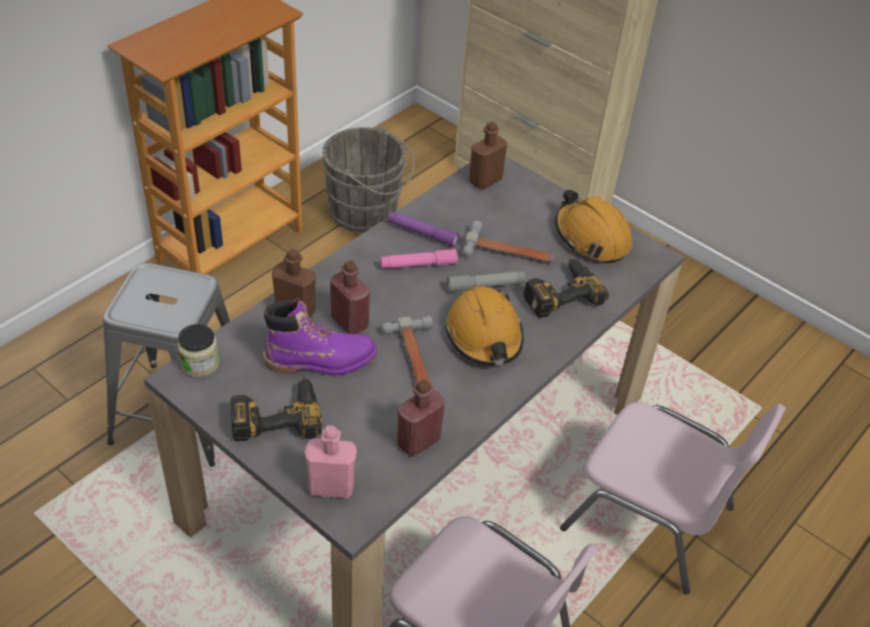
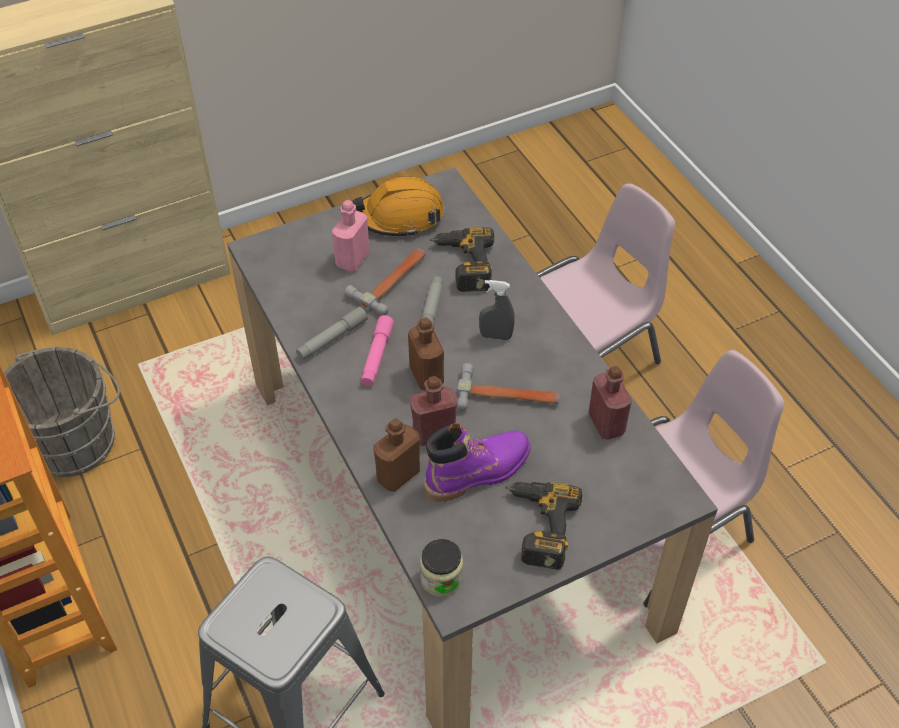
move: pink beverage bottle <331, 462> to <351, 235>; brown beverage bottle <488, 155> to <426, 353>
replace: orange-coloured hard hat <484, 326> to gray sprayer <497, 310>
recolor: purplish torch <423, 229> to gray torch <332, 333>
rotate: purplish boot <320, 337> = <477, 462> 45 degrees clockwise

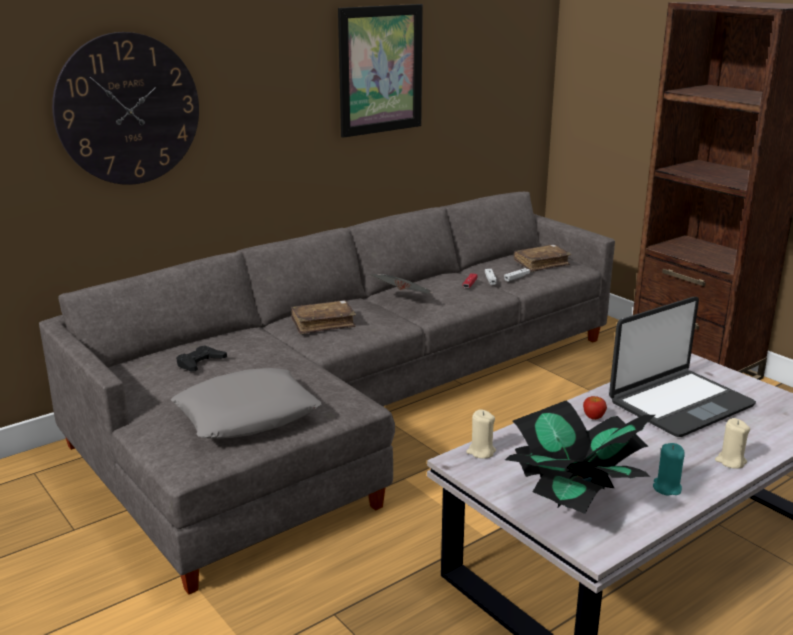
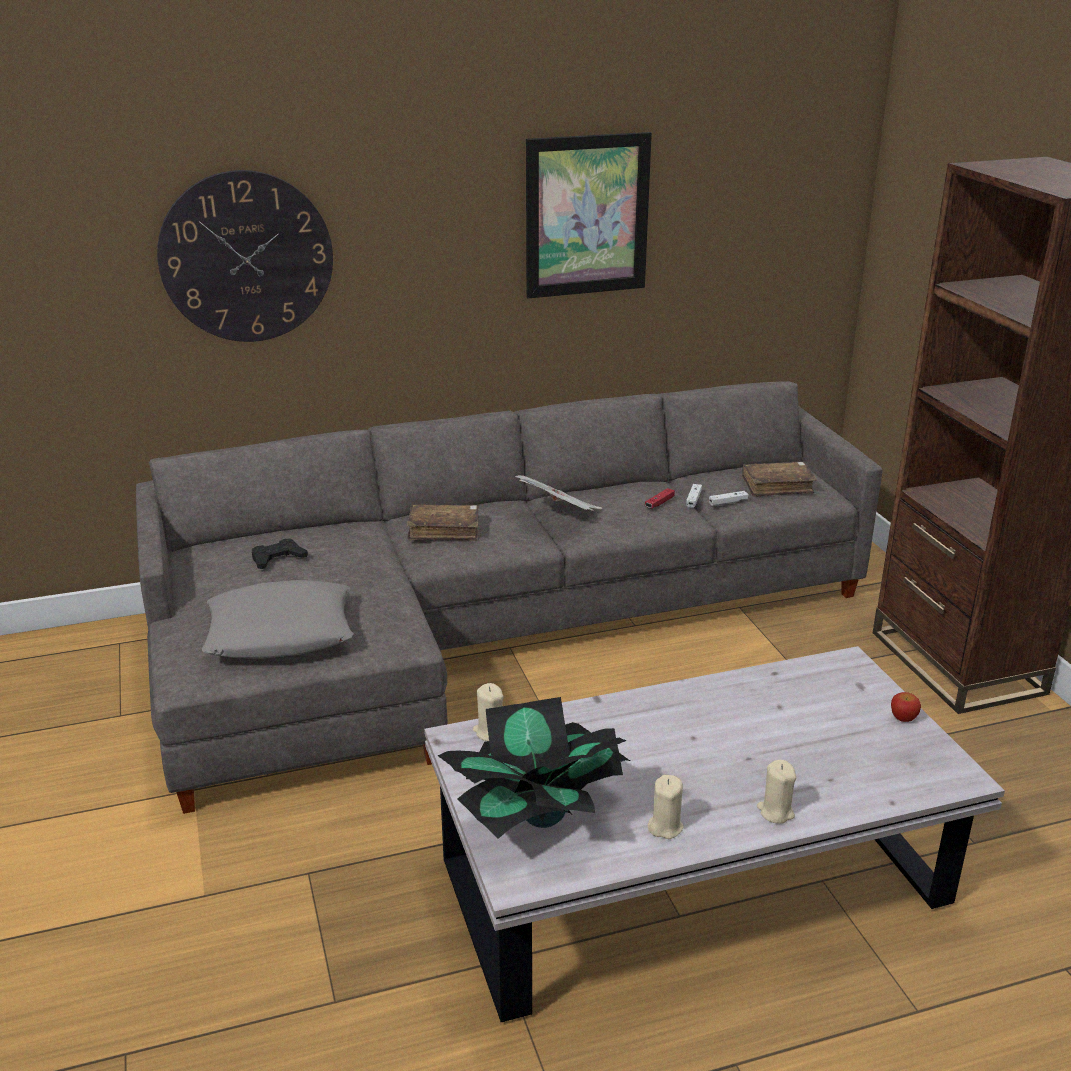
delete: notebook computer <682, 367>
move: whole apple <595, 408> to <906, 707>
recolor: blue-green wax candle <669, 469> to beige wax candle <665, 807>

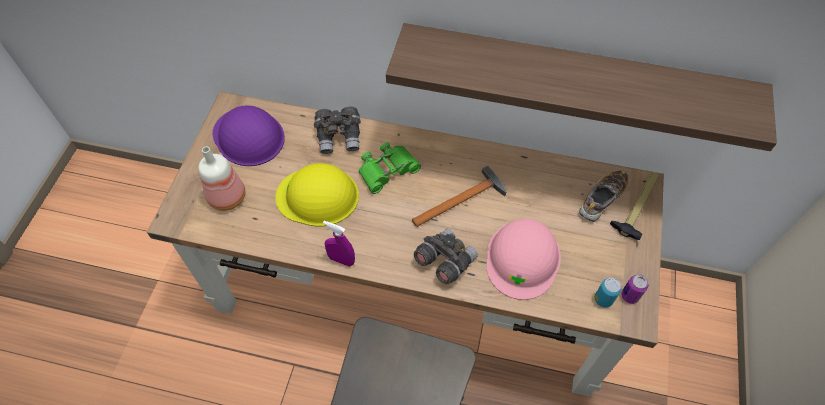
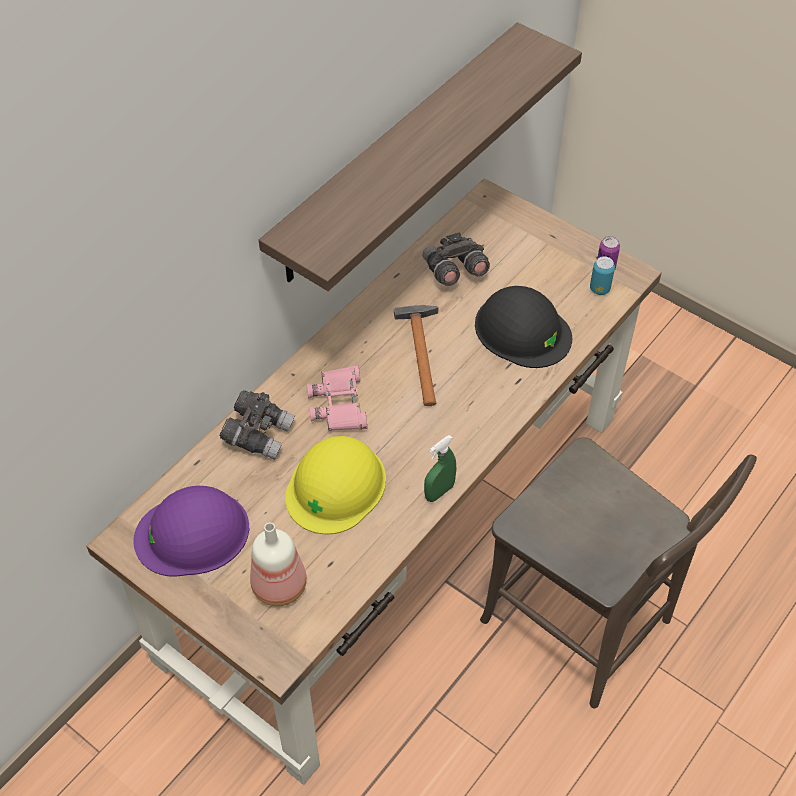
delete: low shoe <604, 196>; hammer <634, 206>
move: gray binoculars <446, 256> to <456, 259>
recolor: purplish sprayer <339, 244> to green sprayer <440, 468>; green binoculars <390, 168> to pink binoculars <337, 398>; pink hard hat <524, 259> to black hard hat <523, 327>

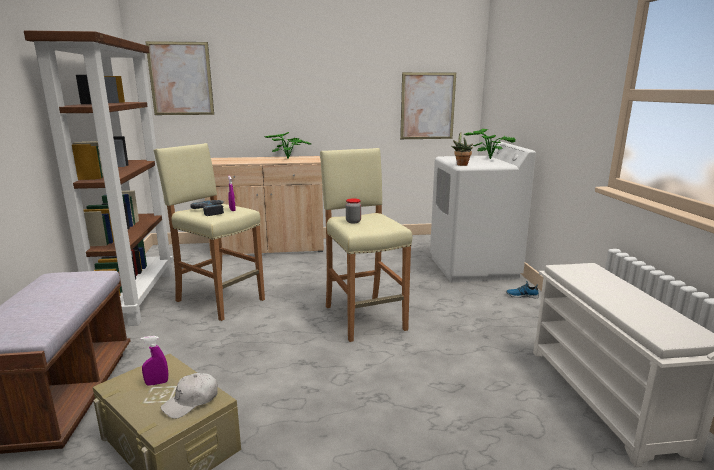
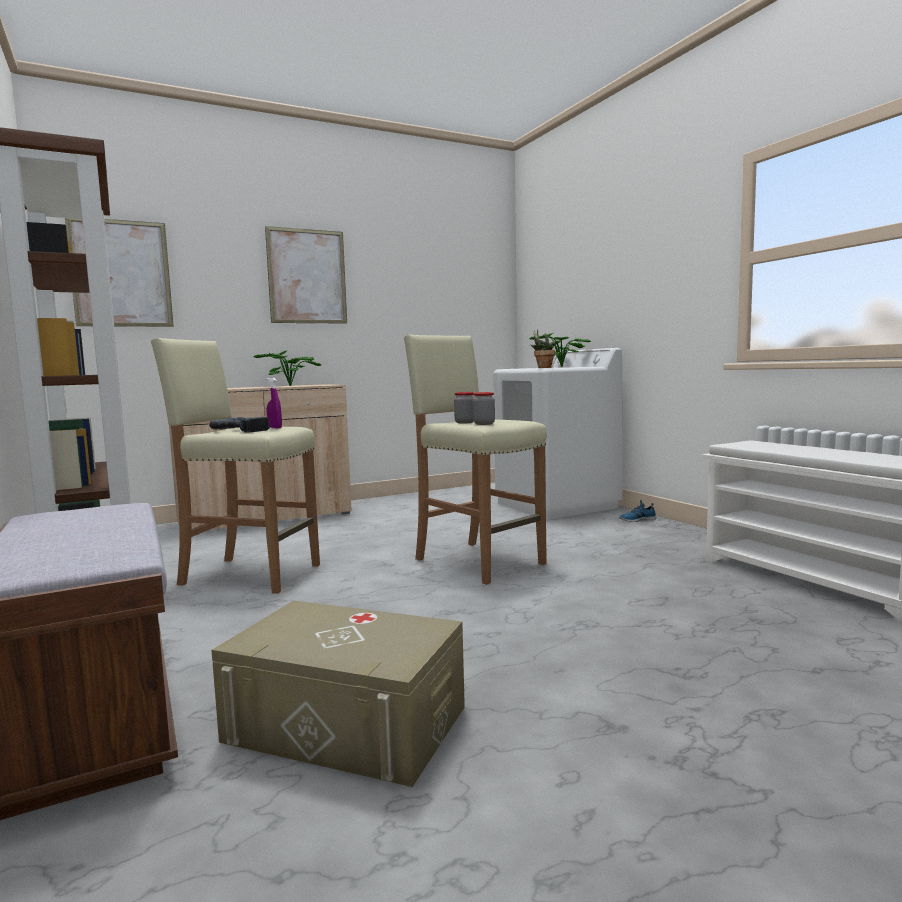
delete: purplish sprayer <154, 361>; whitish baseball cap <189, 396>
insert: preserve jar <484, 408>
move: wall picture <428, 105> to <306, 275>

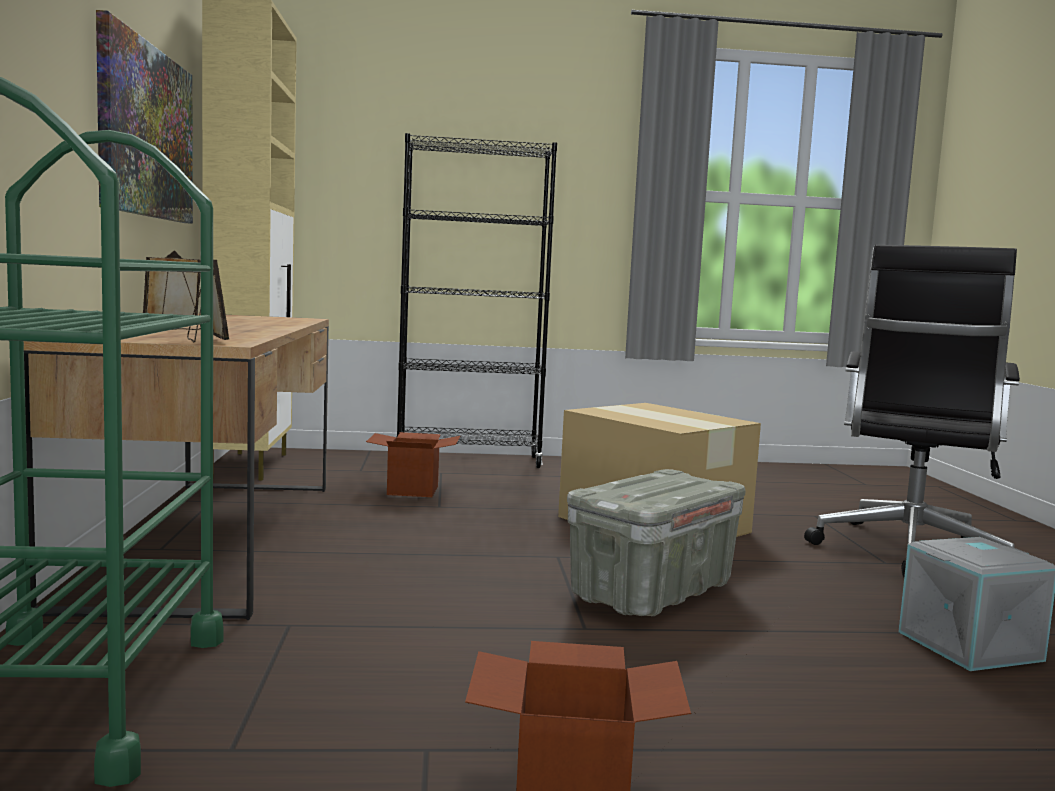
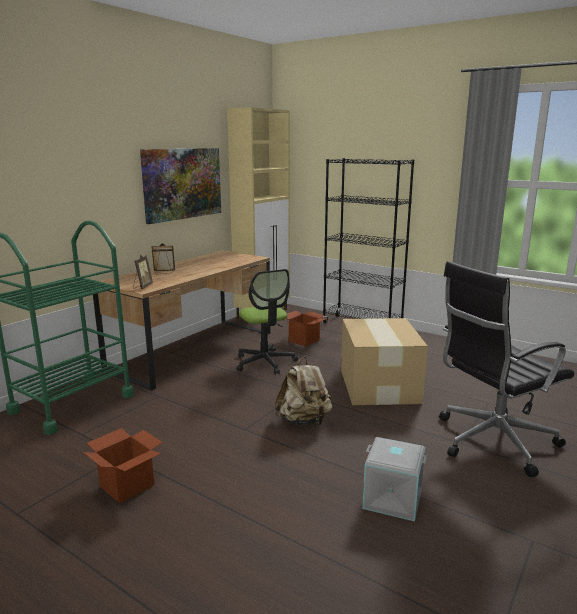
insert: office chair <267, 321>
replace: gray storage box <656, 542> to beige knapsack <303, 391>

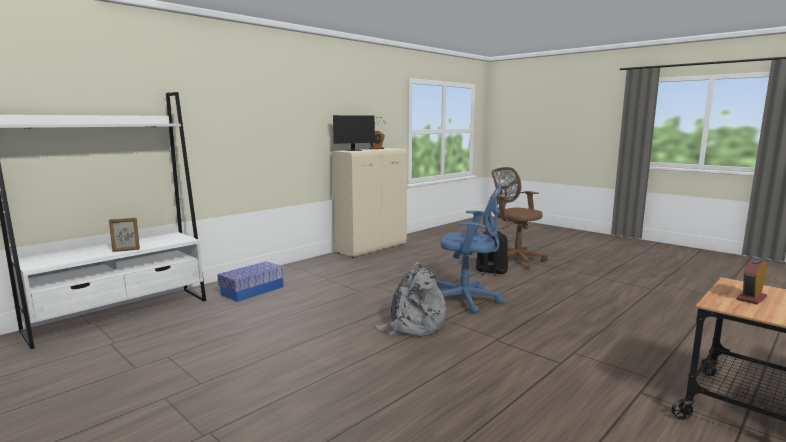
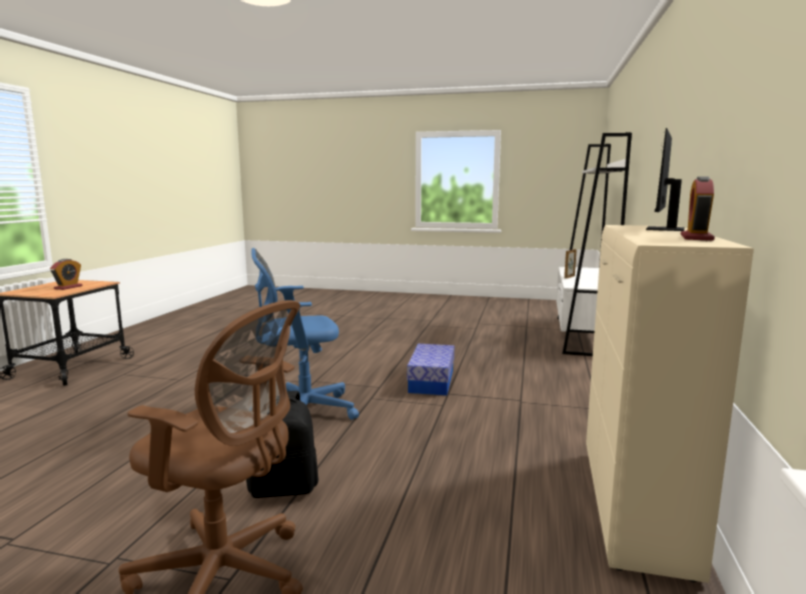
delete: gray knapsack <410, 299>
move: storage box <250, 281> to <430, 369>

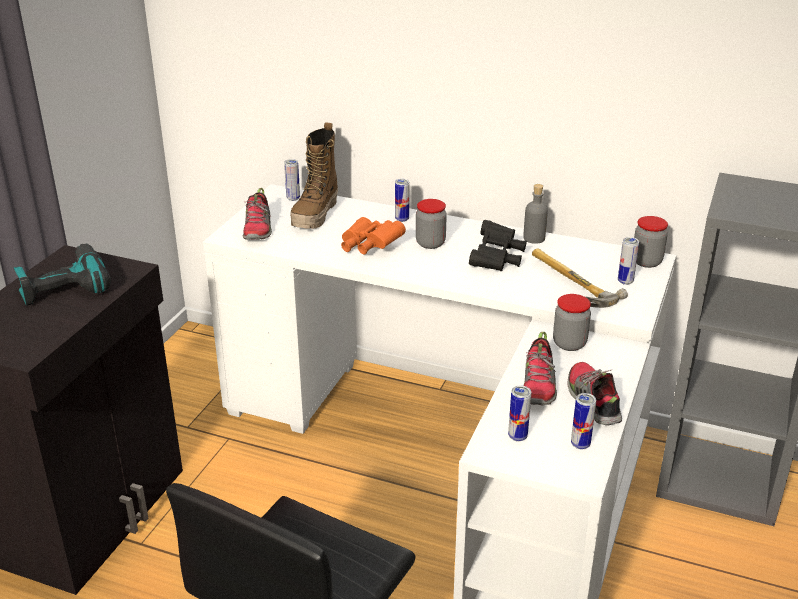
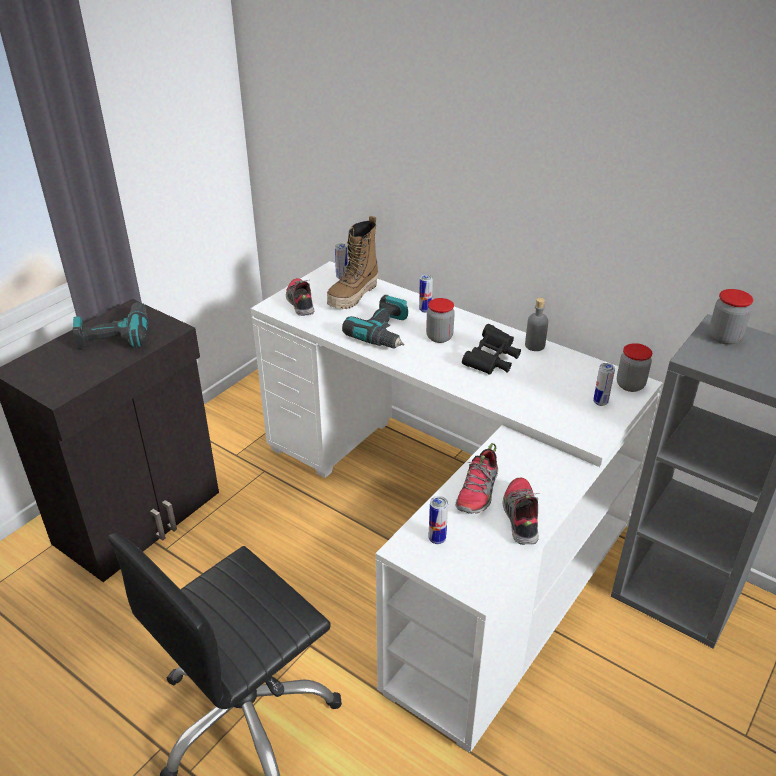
delete: hammer <580, 278>; can <583, 421>
move: preserve jar <572, 322> to <731, 317>
replace: orange-coloured binoculars <373, 235> to power drill <375, 322>
rotate: low shoe <257, 214> = <300, 297> 150 degrees clockwise

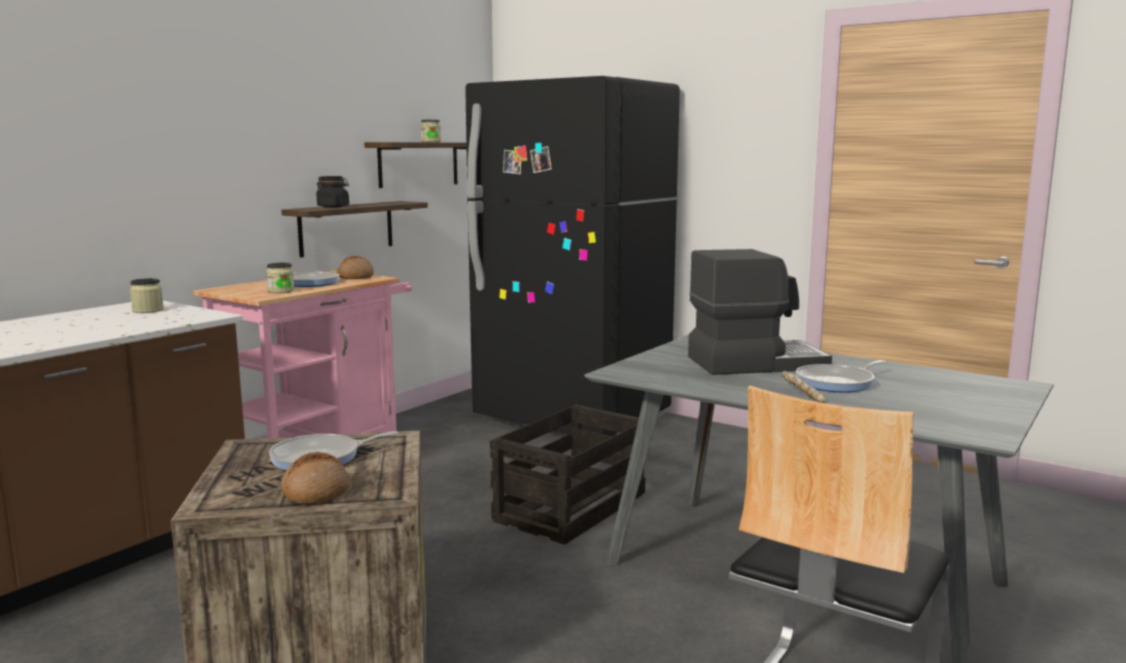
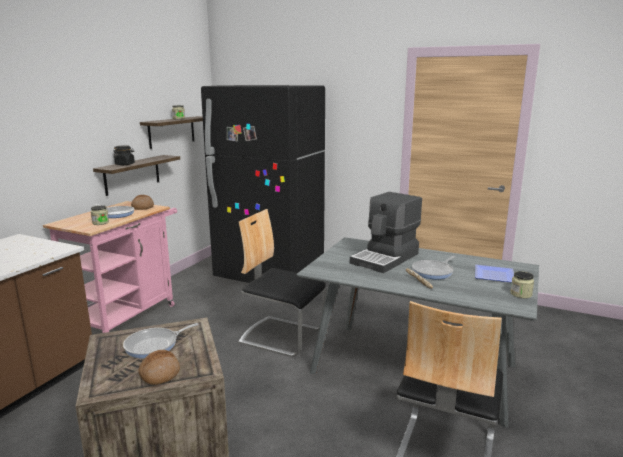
insert: dinner plate <494, 274>
move: preserve jar <147, 295> to <522, 284>
replace: shipping crate <568, 474> to chair <282, 283>
rotate: coffee brewer <760, 312> = <386, 232> 150 degrees clockwise

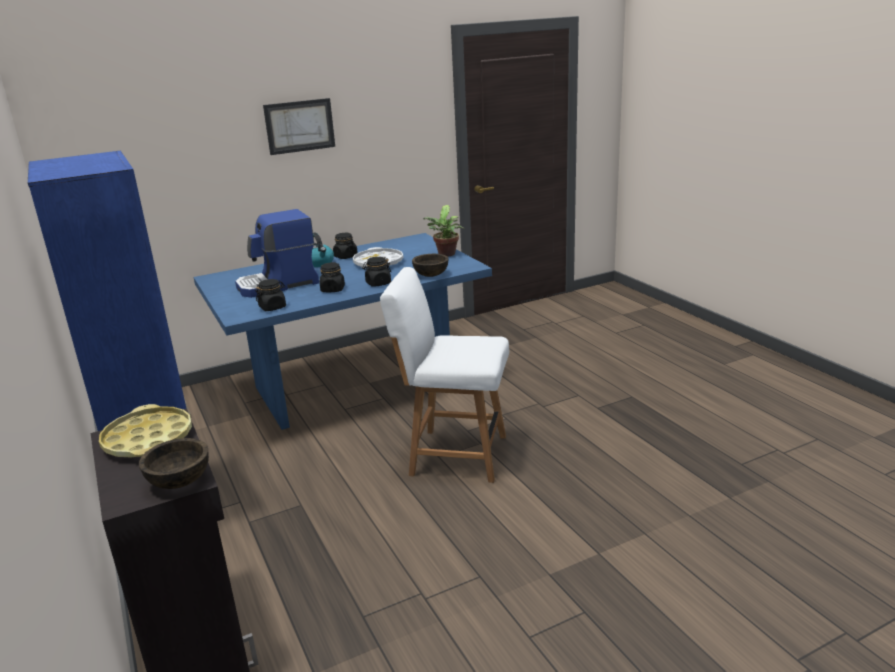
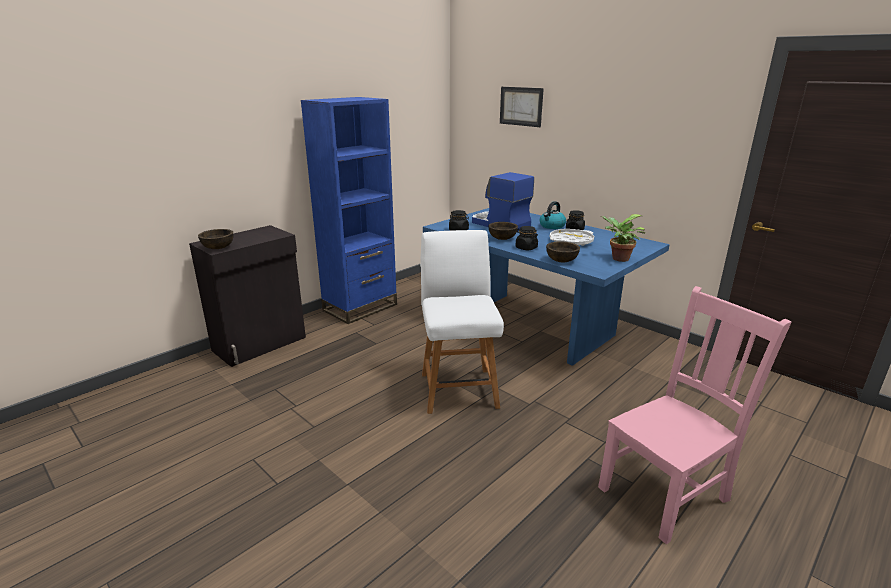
delete: yellow-coloured serving tray <145, 430>
insert: pink chair <694, 415>
move: wall picture <299, 126> to <522, 107>
replace: black preserve jar <332, 277> to brown deep dish <503, 231>

